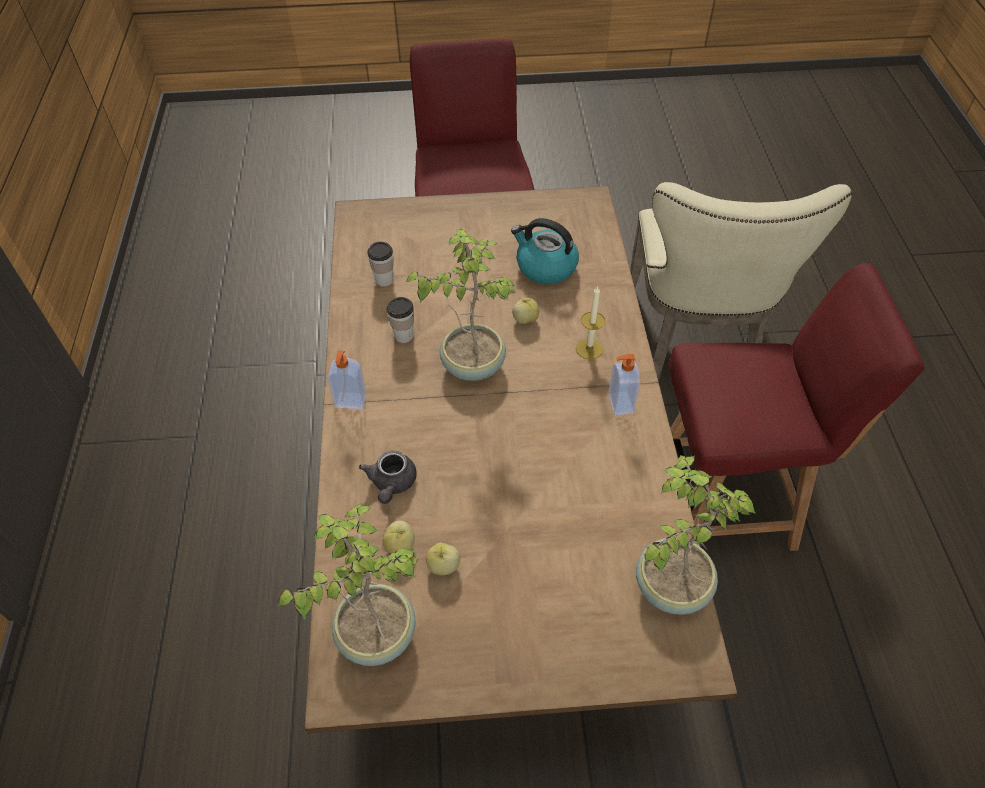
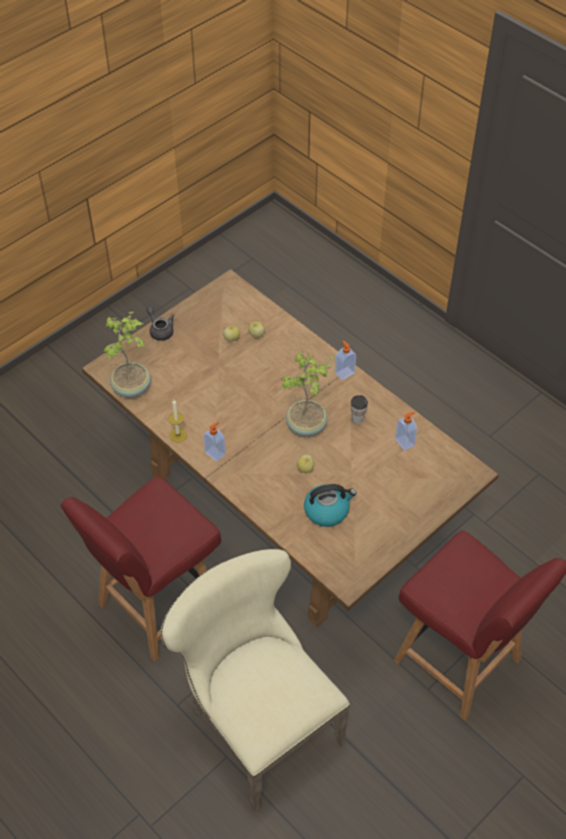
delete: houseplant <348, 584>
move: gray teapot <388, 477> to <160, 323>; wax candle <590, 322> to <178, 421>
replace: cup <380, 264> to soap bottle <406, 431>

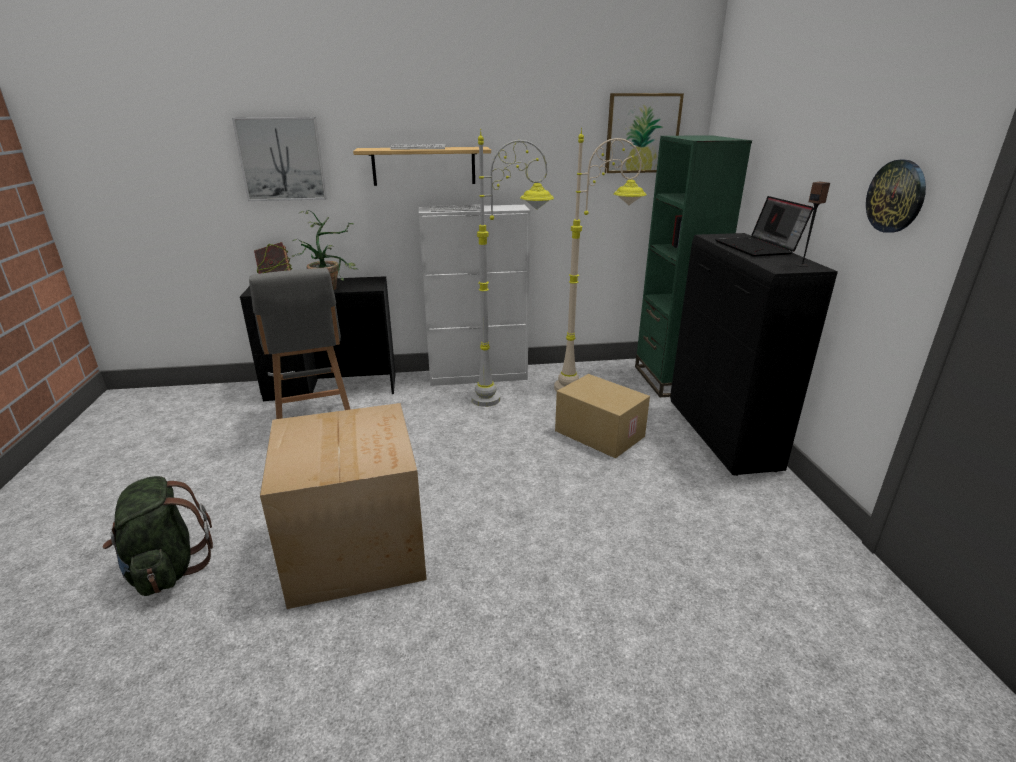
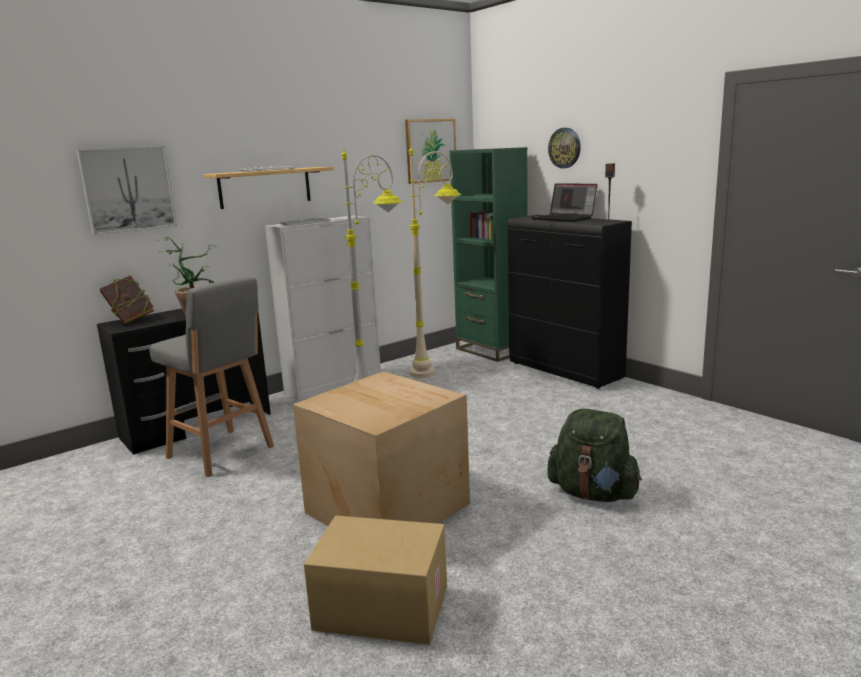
move: green knapsack <157, 536> to <594, 455>; packing box <602, 416> to <375, 580>; wall clock <896, 196> to <564, 148>

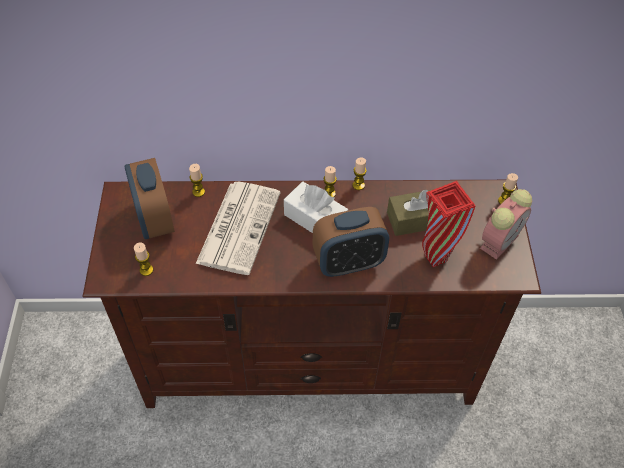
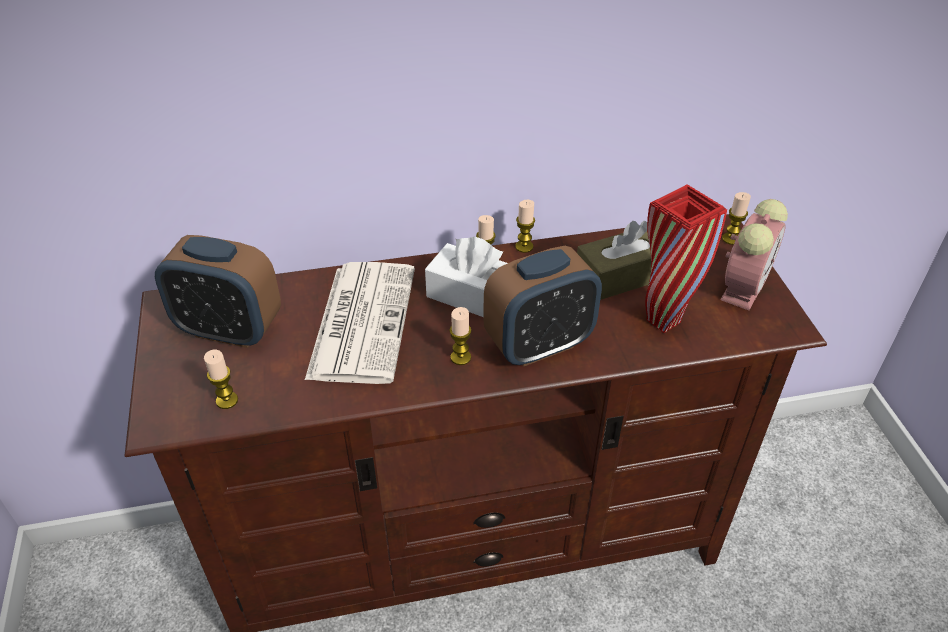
move: wax candle <197, 180> to <460, 336>
rotate: bedside clock <150, 198> = <218, 291> 45 degrees counterclockwise

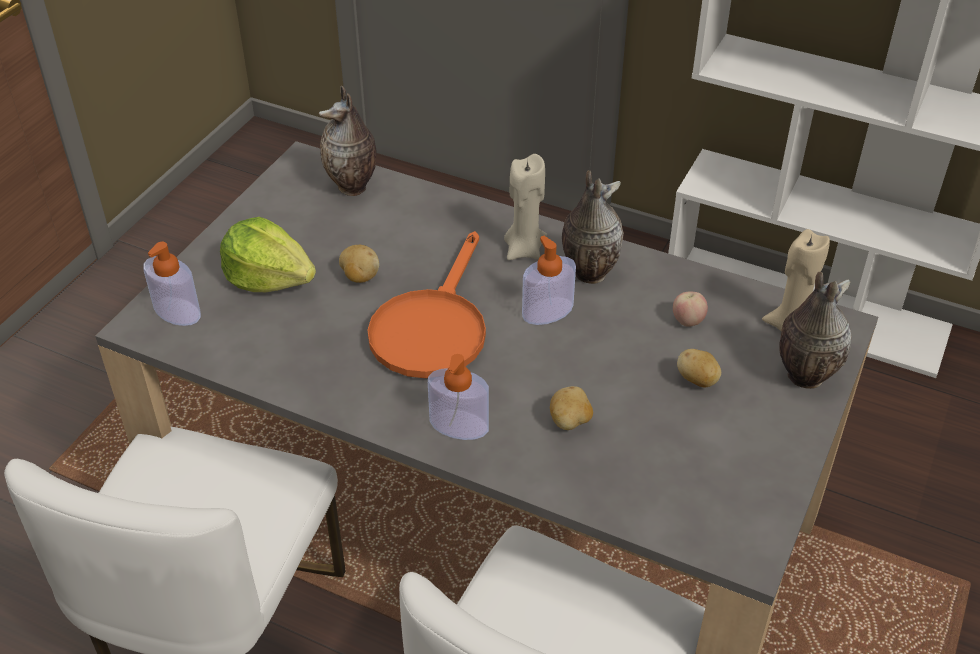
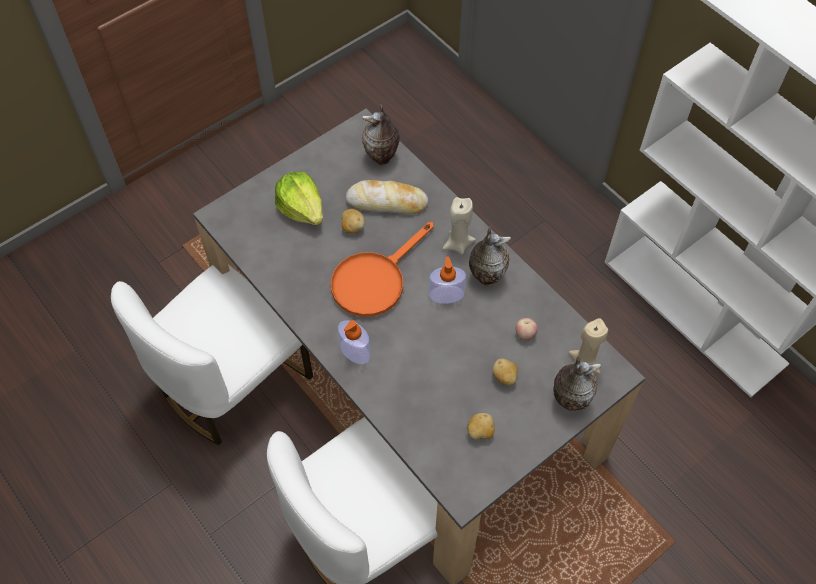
delete: soap bottle <172, 284>
insert: baked bread <387, 197>
move: potato <571, 408> to <481, 426>

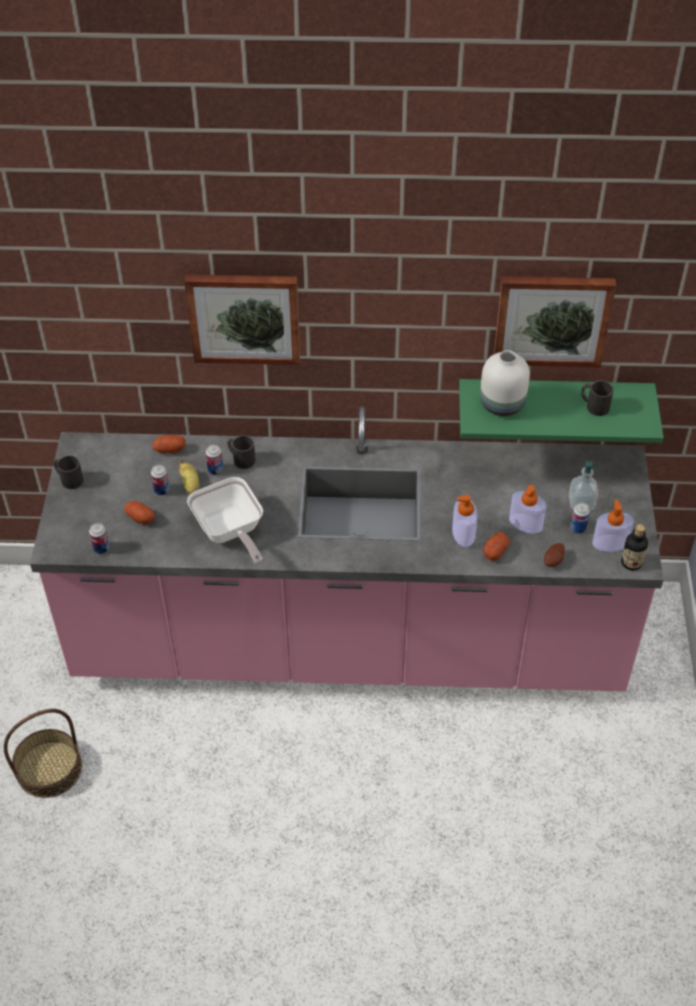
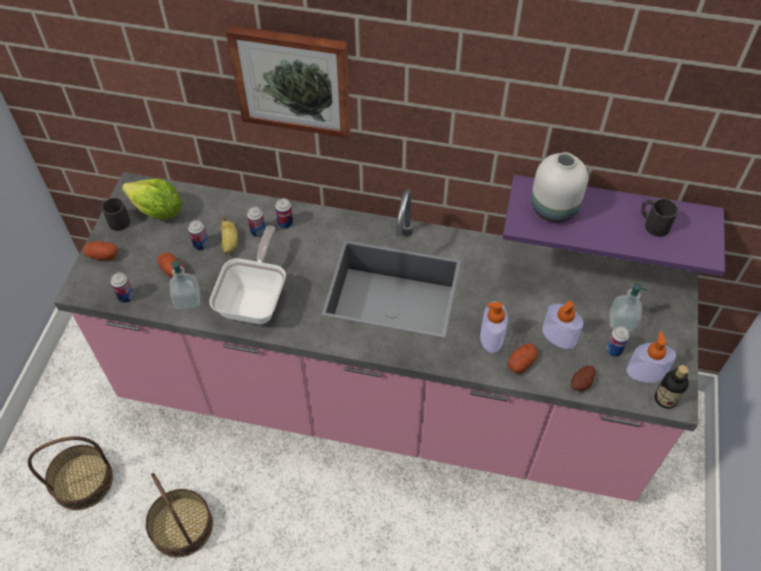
delete: wall picture <555, 321>
insert: lettuce <152, 199>; storage basket <179, 515>; soap bottle <185, 283>
move: potato <169, 444> to <100, 250>
replace: black coffee mug <241, 452> to can <284, 213>
recolor: green shelf <561, 411> to purplish shelf <614, 225>
rotate: skillet <225, 520> = <247, 275> 150 degrees counterclockwise

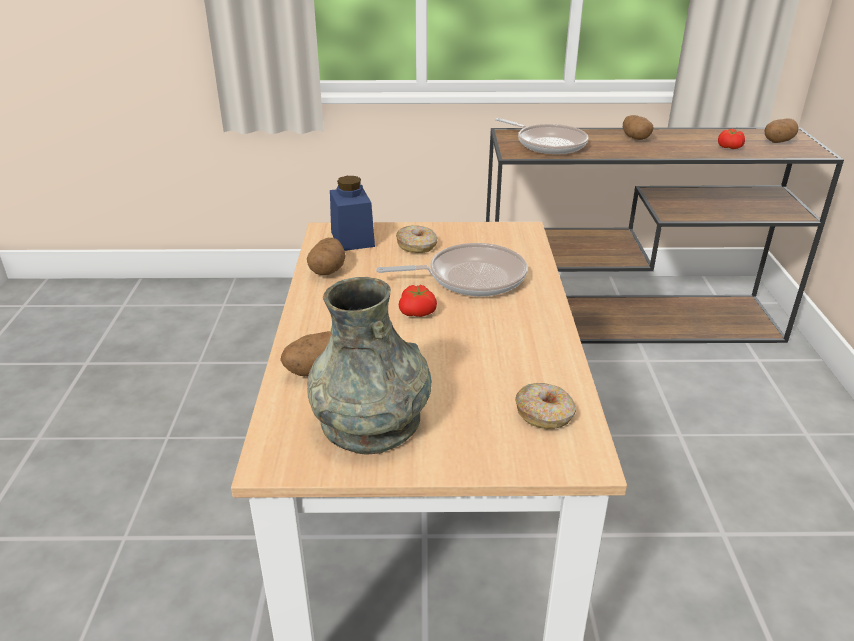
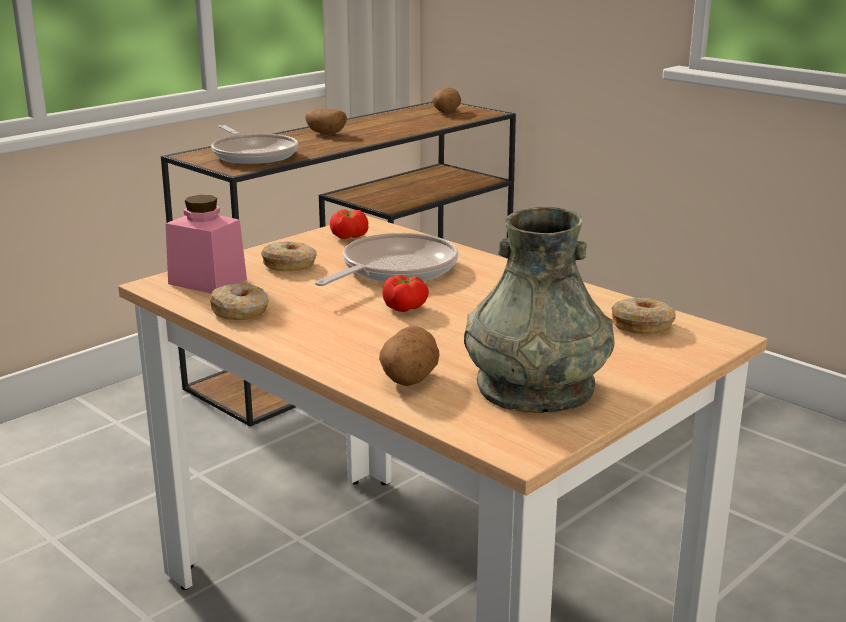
move: fresh tomato <731, 139> to <349, 224>
replace: potato <326, 256> to doughnut <239, 301>
recolor: blue preserve jar <352, 213> to pink preserve jar <206, 244>
rotate: skillet <542, 136> = <254, 144> 60 degrees clockwise

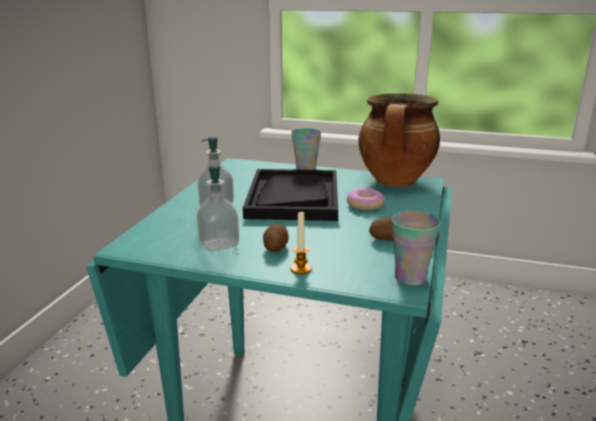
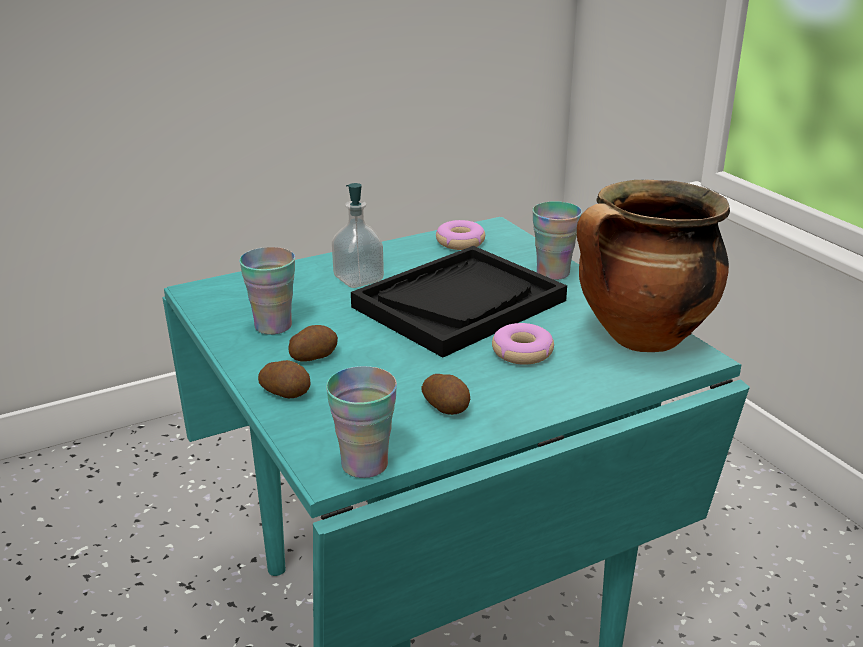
insert: doughnut <460, 235>
replace: soap bottle <218, 208> to cup <267, 291>; wax candle <301, 243> to potato <284, 379>

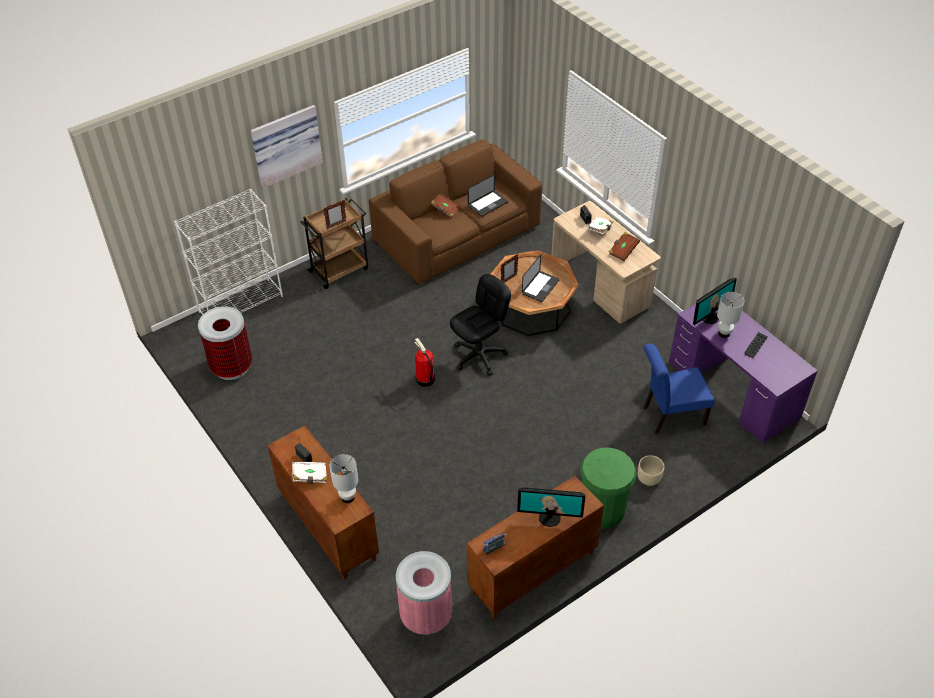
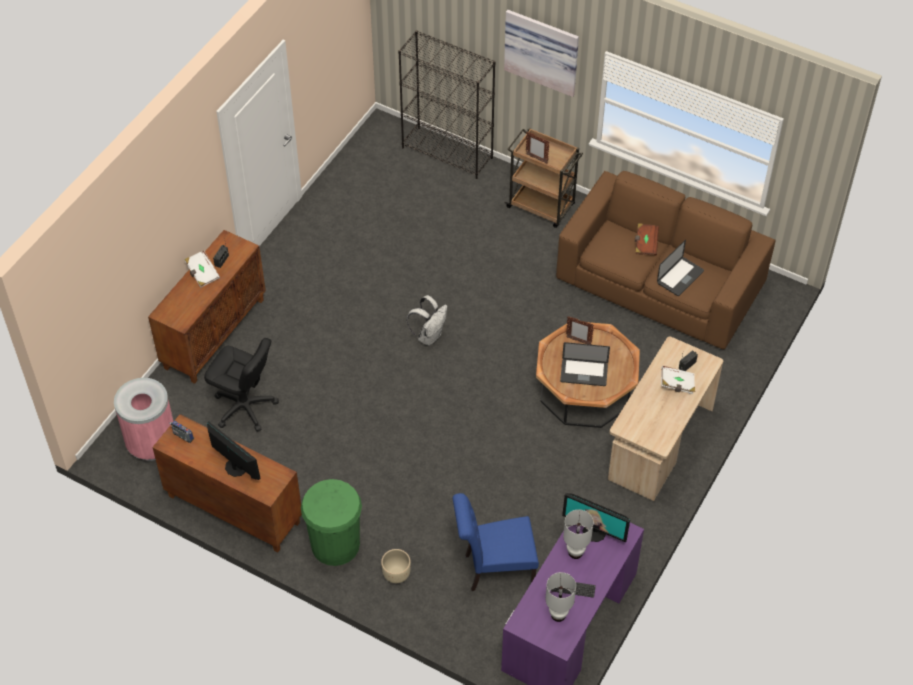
delete: rubbish bin <225, 343>; brown bound book <624, 246>
move: whitish table lamp <344, 478> to <561, 597>; black office chair <480, 325> to <241, 384>
replace: extinguisher <424, 362> to whitish knapsack <427, 320>
recolor: whitish bookcase <228, 252> to black bookcase <447, 104>
rotate: notebook computer <488, 195> = <680, 268> 75 degrees counterclockwise; monitor <551, 507> = <234, 450> 150 degrees clockwise; blue chair <679, 388> = <496, 542> 60 degrees counterclockwise

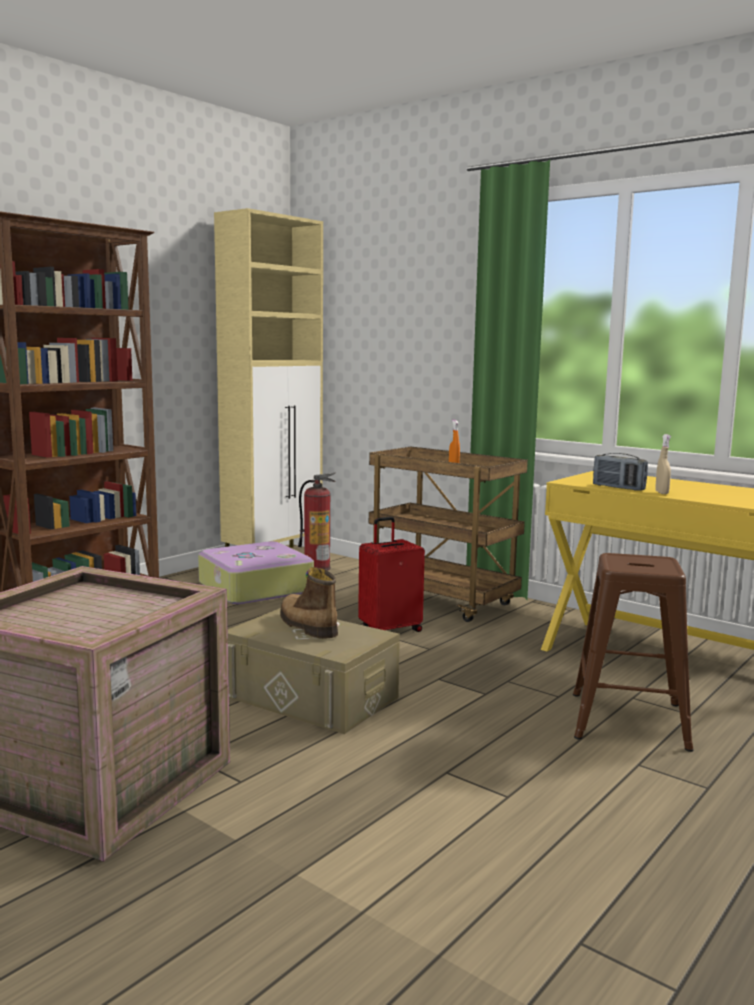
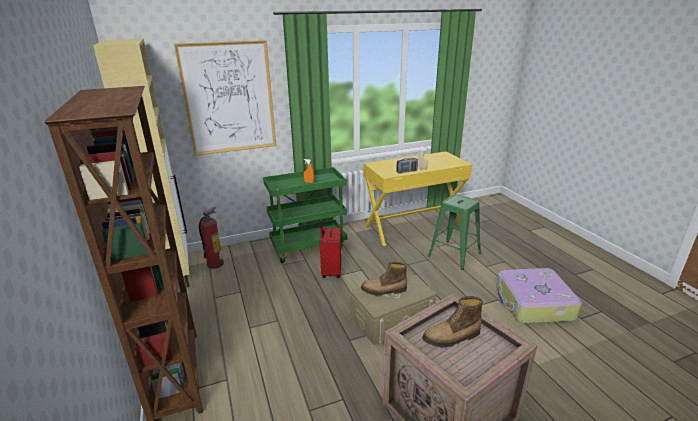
insert: wall picture <225, 98>; boot <452, 321>
move: travel case <256, 572> to <539, 295>
recolor: brown cart <448, 534> to green cart <305, 215>; brown stool seat <633, 652> to green stool seat <454, 232>

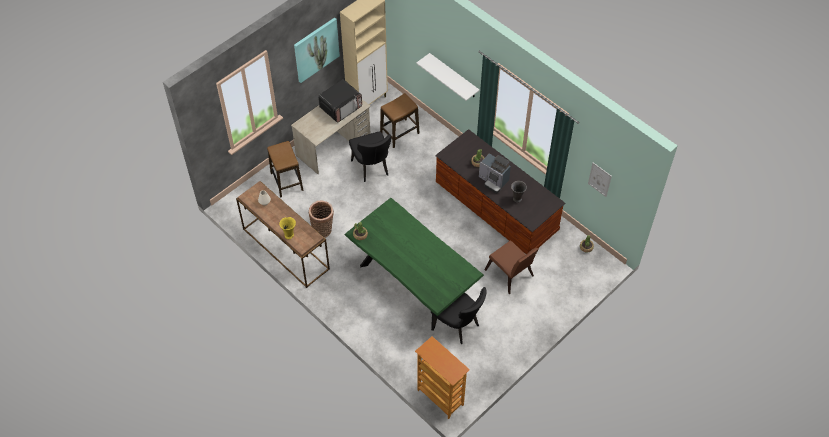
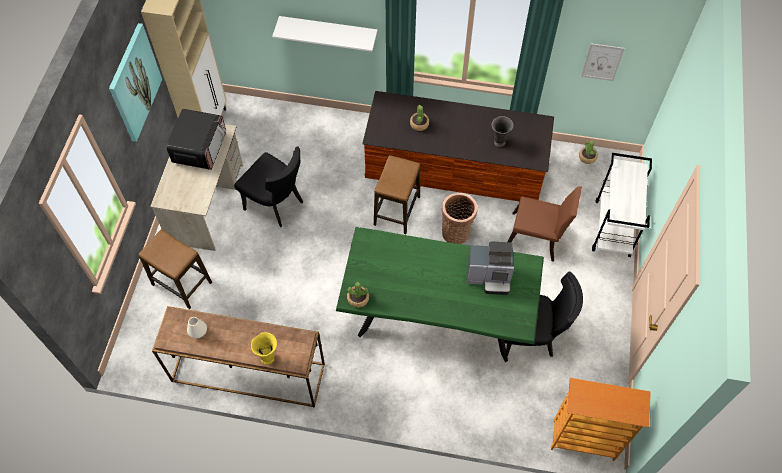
insert: whitish cart <622, 205>
move: storage basket <321, 219> to <459, 218>; stool seat <400, 120> to <397, 194>; coffee brewer <495, 173> to <490, 268>

